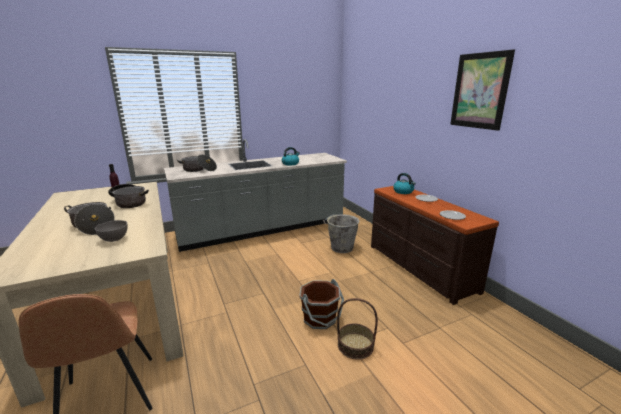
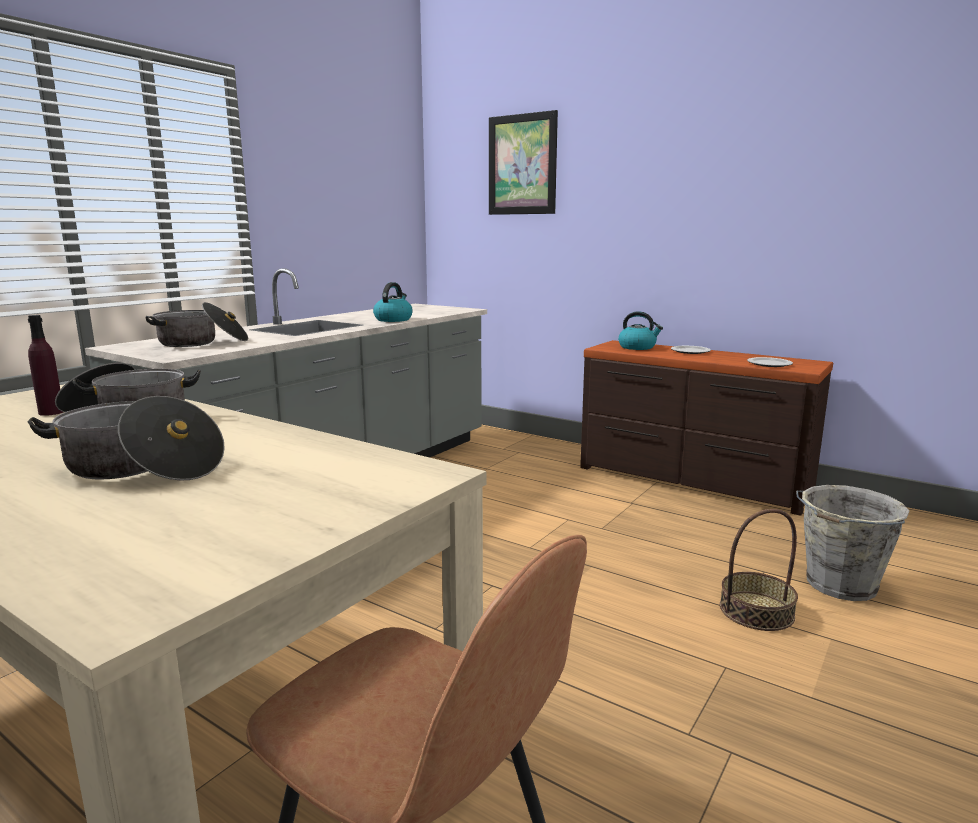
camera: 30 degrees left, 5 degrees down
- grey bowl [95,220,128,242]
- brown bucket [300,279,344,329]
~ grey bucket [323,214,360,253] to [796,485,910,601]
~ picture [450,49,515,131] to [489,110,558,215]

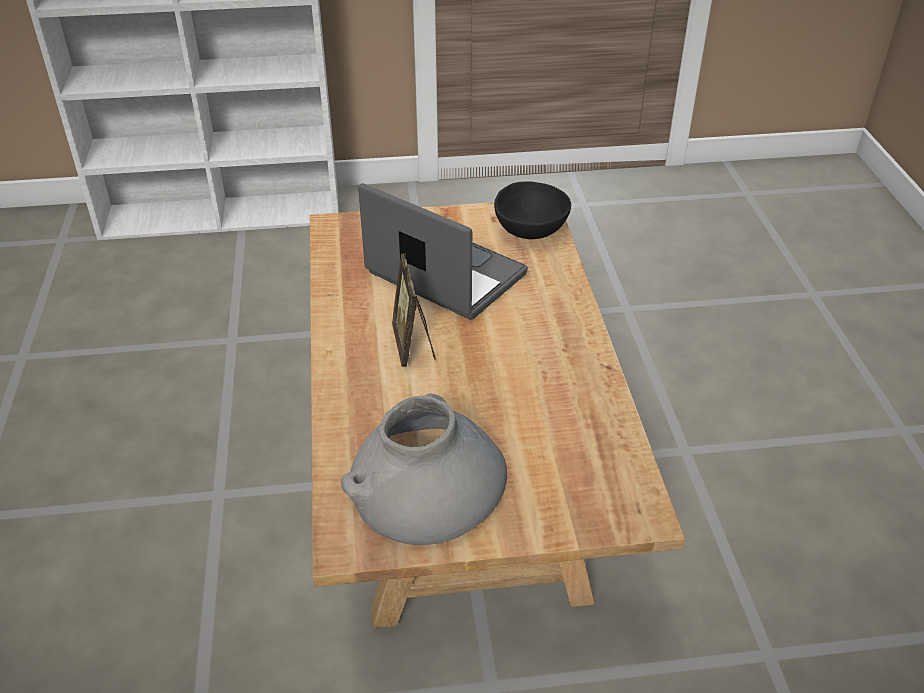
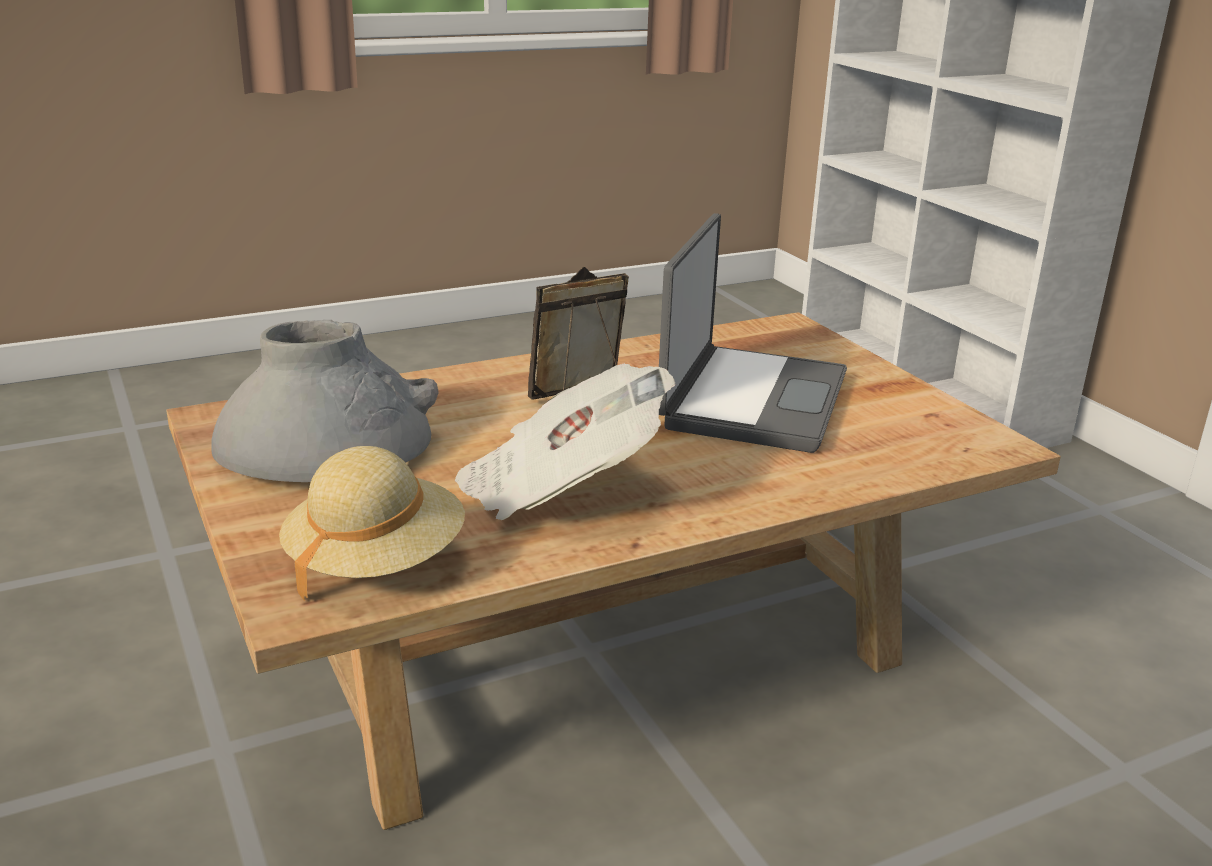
camera: 70 degrees right, 15 degrees down
- black bowl [494,181,571,239]
+ beige hat [279,446,465,601]
+ newspaper [455,363,675,520]

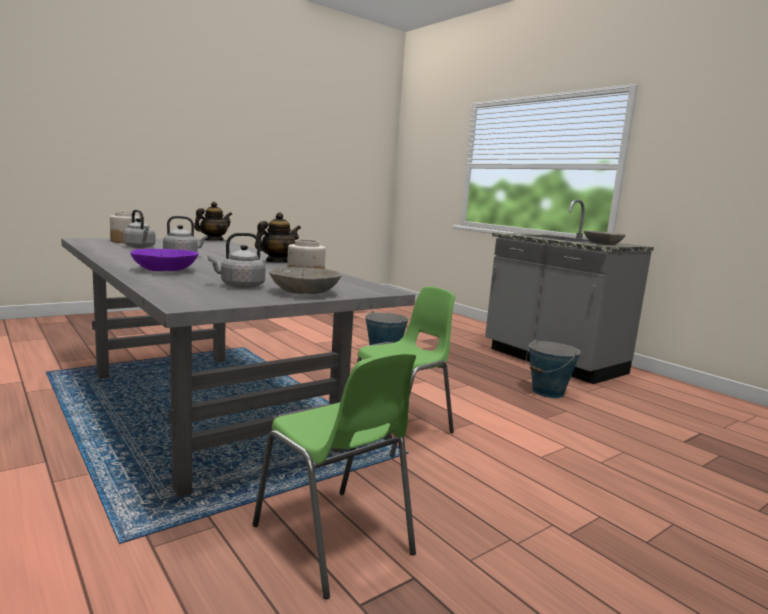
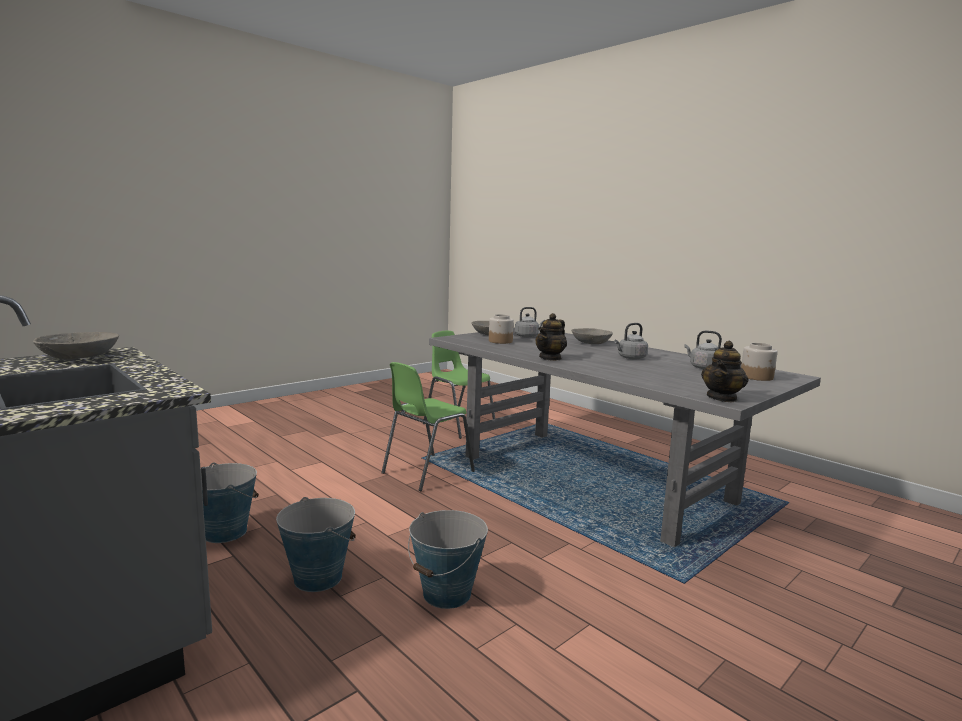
camera: 175 degrees right, 0 degrees up
+ bucket [276,497,356,592]
~ purple bowl [130,249,199,271] to grey bowl [571,328,613,344]

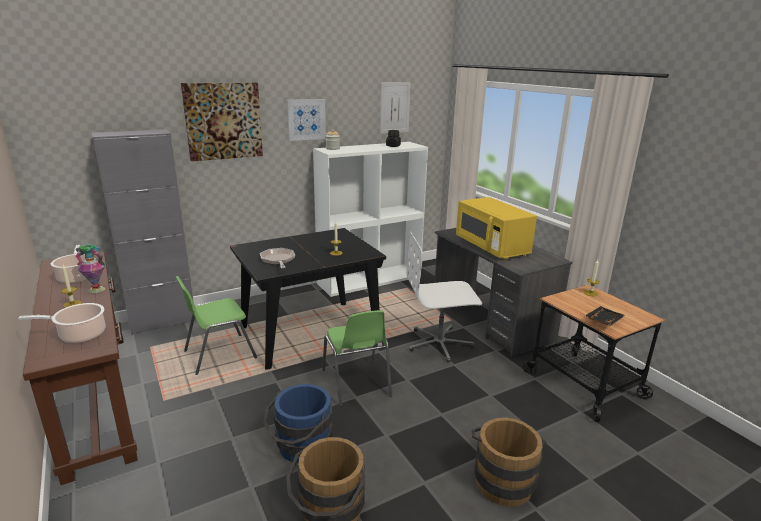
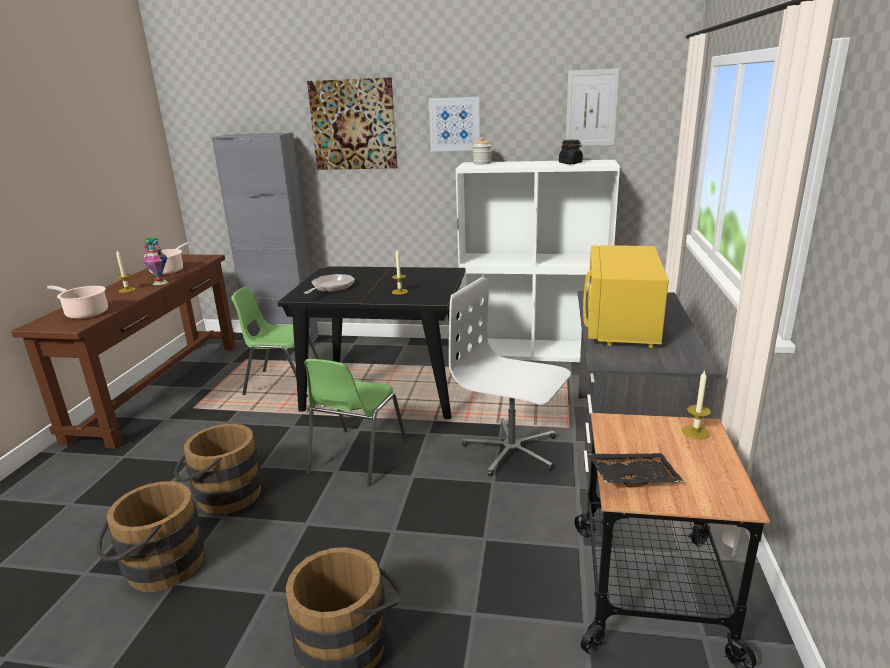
camera: 40 degrees right, 0 degrees up
~ blue bucket [263,384,333,463] to brown bucket [174,424,262,515]

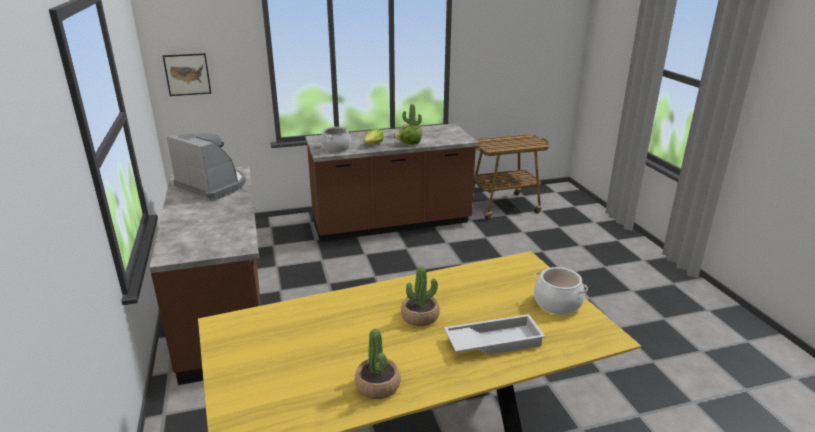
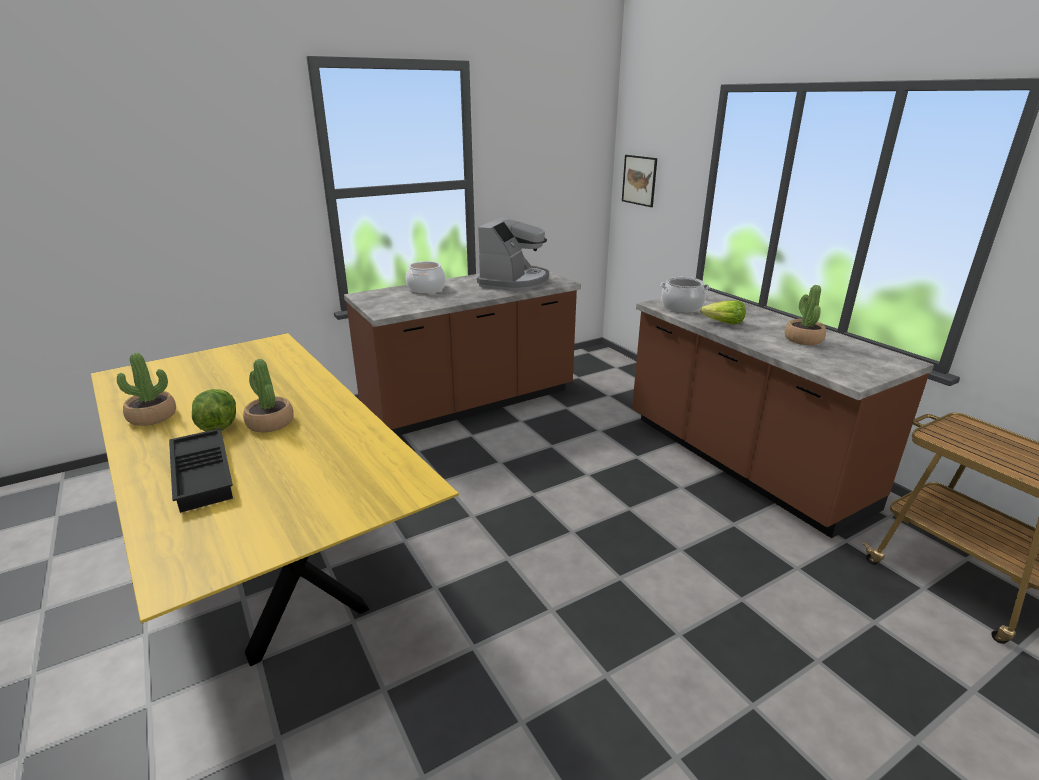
camera: 75 degrees right, 0 degrees up
~ lettuce [393,125,422,145] to [192,389,236,431]
~ cooking pot [534,267,588,315] to [406,261,446,293]
~ white tray [444,314,545,355] to black tray [169,428,233,513]

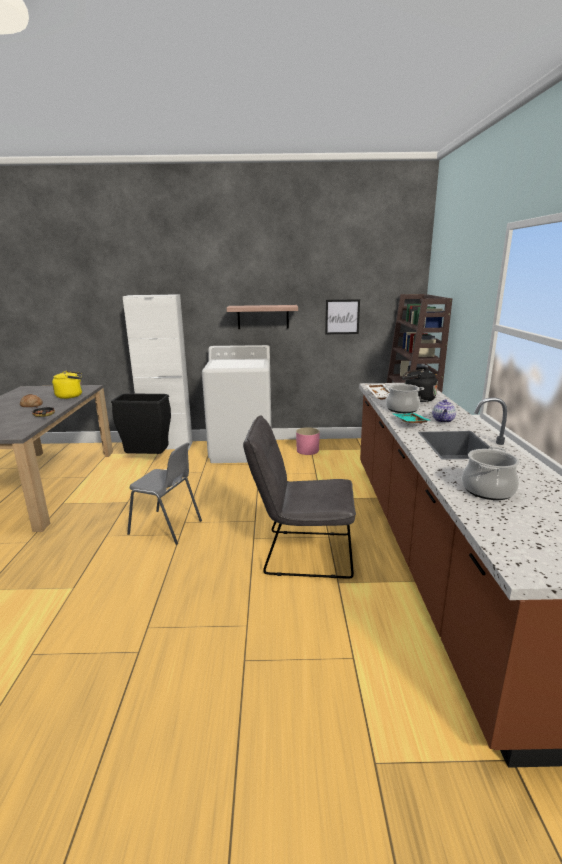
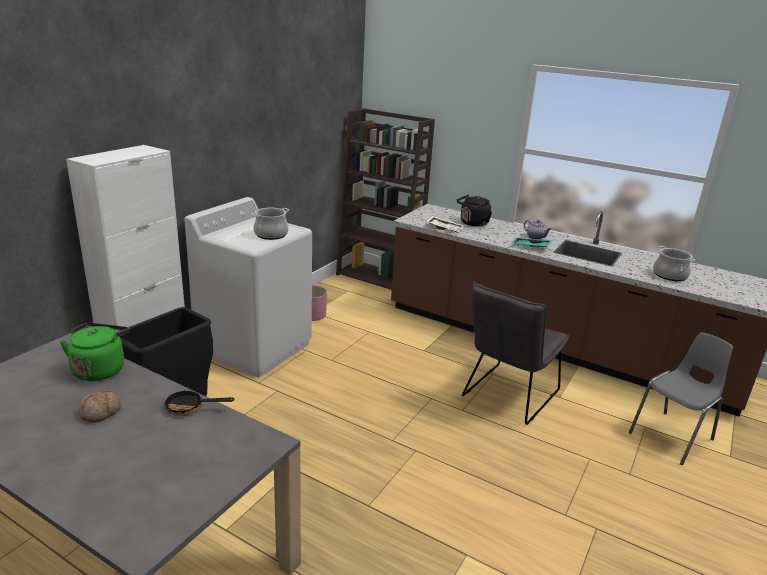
camera: 60 degrees left, 5 degrees up
- shelf [227,305,298,329]
- picture [325,299,360,334]
~ grey chair [127,442,202,545] to [629,332,733,465]
~ cooking pot [385,384,424,413] to [251,208,289,240]
~ yellow kettle [52,371,82,399] to green kettle [60,323,129,381]

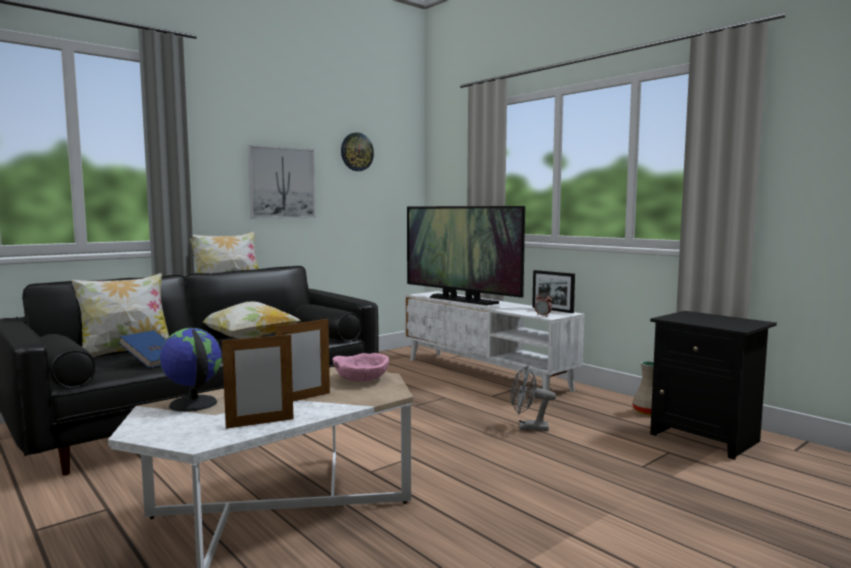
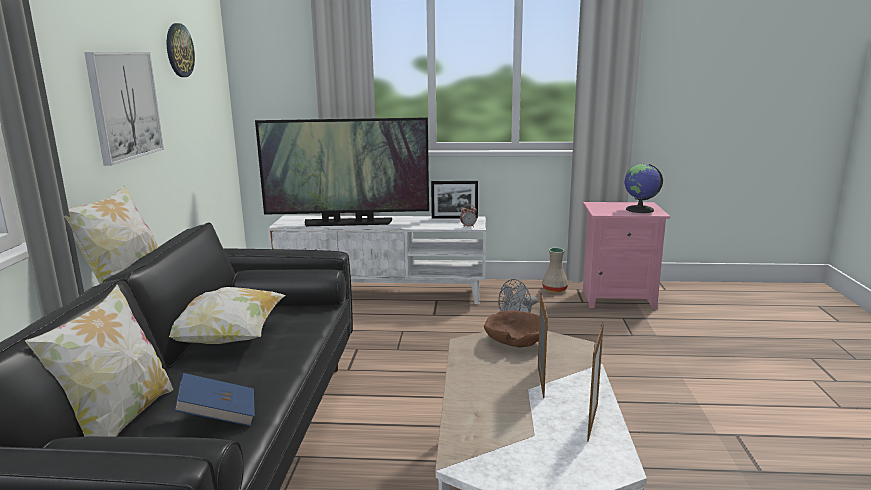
camera: 45 degrees left, 10 degrees up
~ globe [159,328,222,412] to [624,164,663,213]
~ pink bowl [333,353,389,382] to brown bowl [484,310,548,347]
~ black nightstand [650,311,777,460] to pink nightstand [583,202,670,309]

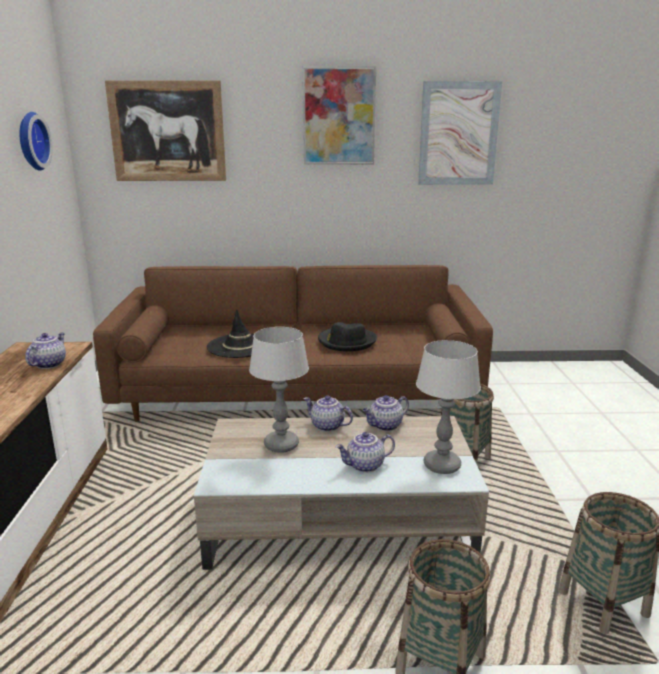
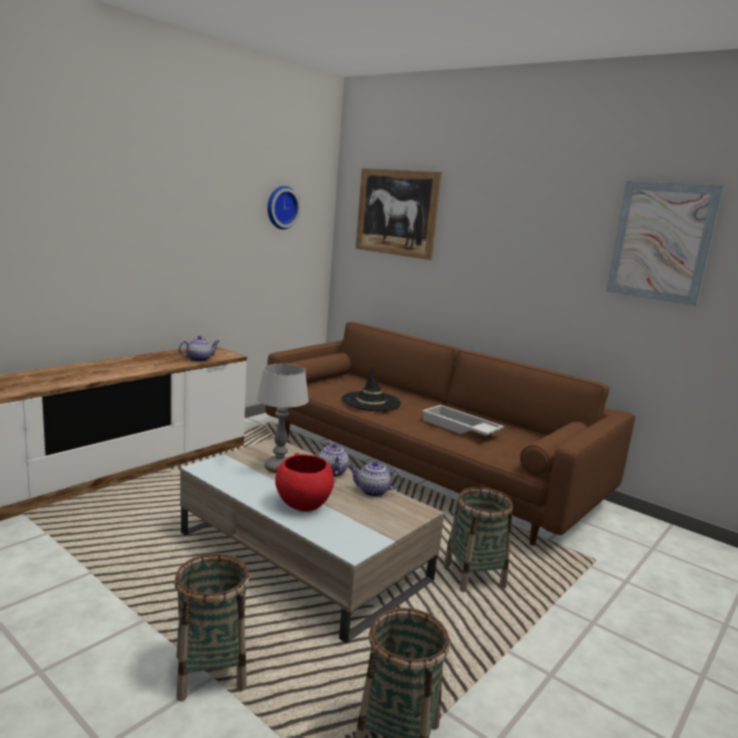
camera: 40 degrees right, 5 degrees down
- picture [303,66,376,165]
- table lamp [416,340,481,474]
~ black hat [318,322,377,352] to white tray [422,405,504,436]
~ teapot [335,432,395,473] to red bowl [275,453,334,512]

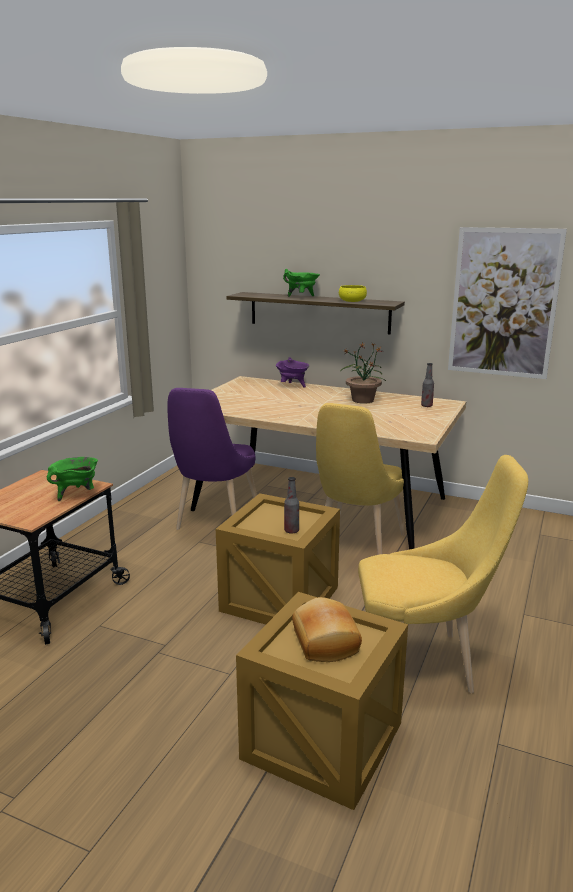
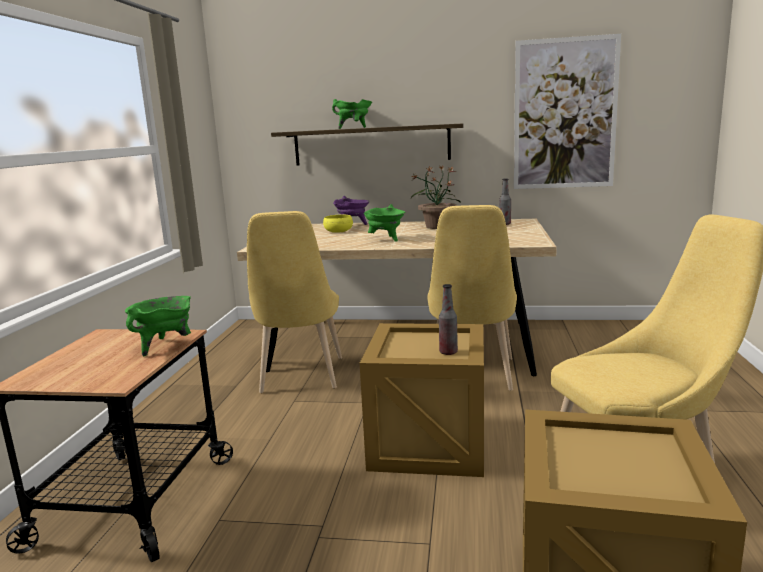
camera: 15 degrees left, 5 degrees down
- bread [292,597,362,662]
+ green cooking pot [363,204,405,242]
~ yellow bowl [339,285,367,302] to [323,215,353,233]
~ purple chair [168,388,257,530] to yellow chair [247,211,342,393]

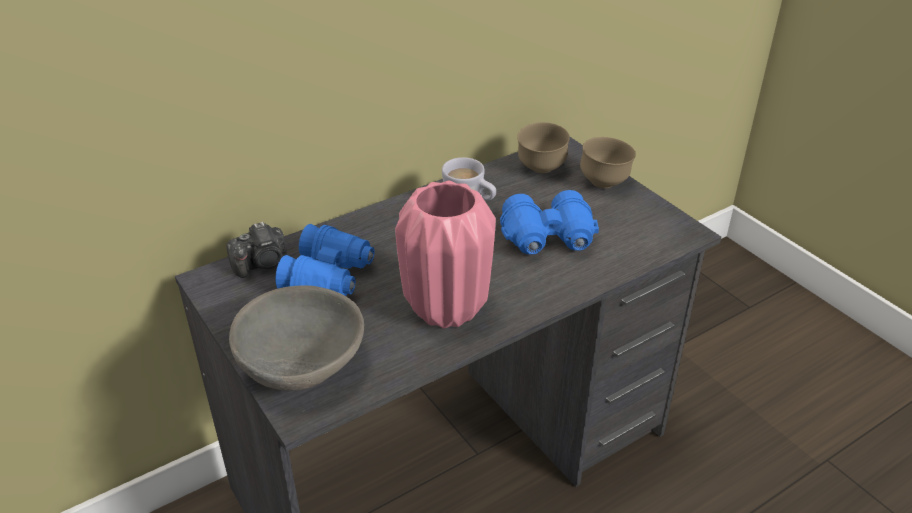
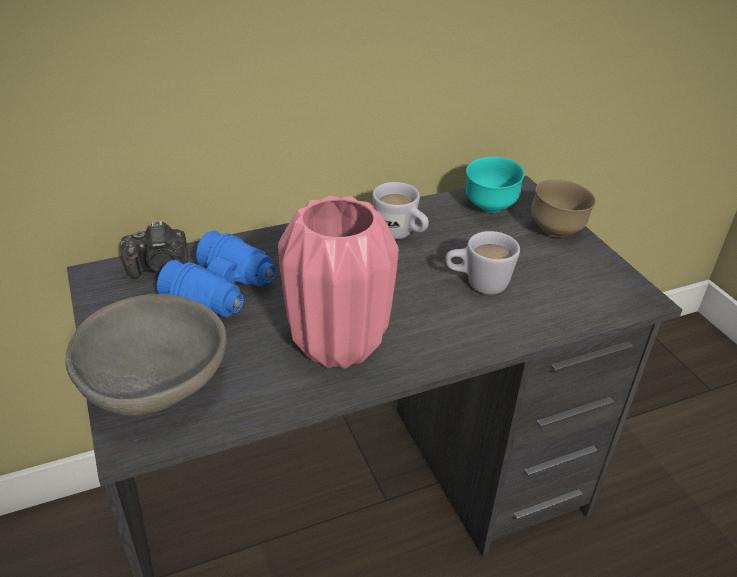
camera: 10 degrees right, 0 degrees up
~ blue binoculars [500,190,599,254] to white mug [446,231,520,295]
~ brown bowl [517,122,570,173] to turquoise bowl [466,157,524,213]

